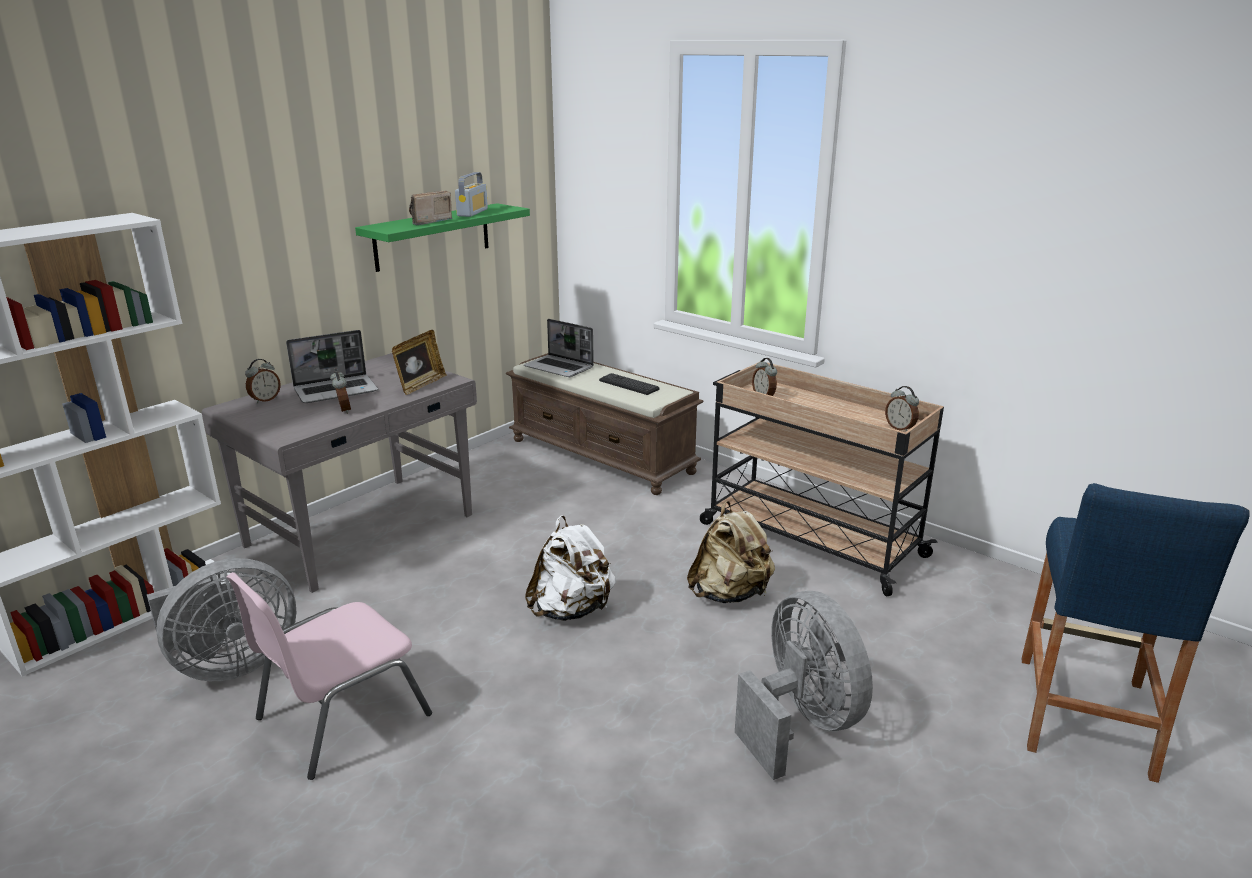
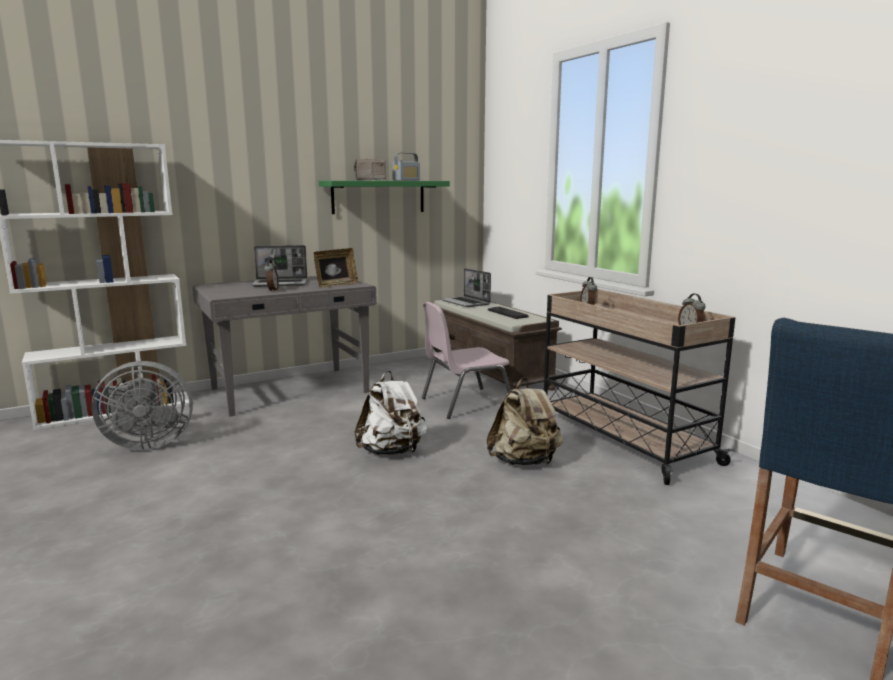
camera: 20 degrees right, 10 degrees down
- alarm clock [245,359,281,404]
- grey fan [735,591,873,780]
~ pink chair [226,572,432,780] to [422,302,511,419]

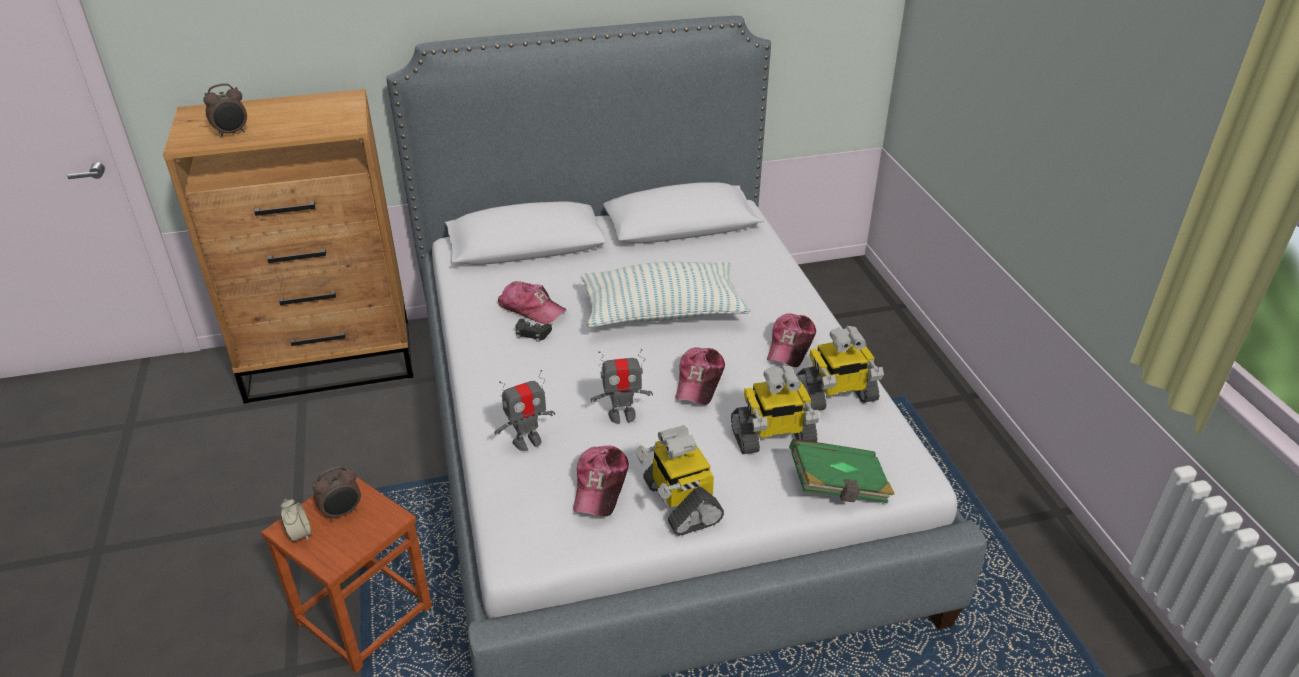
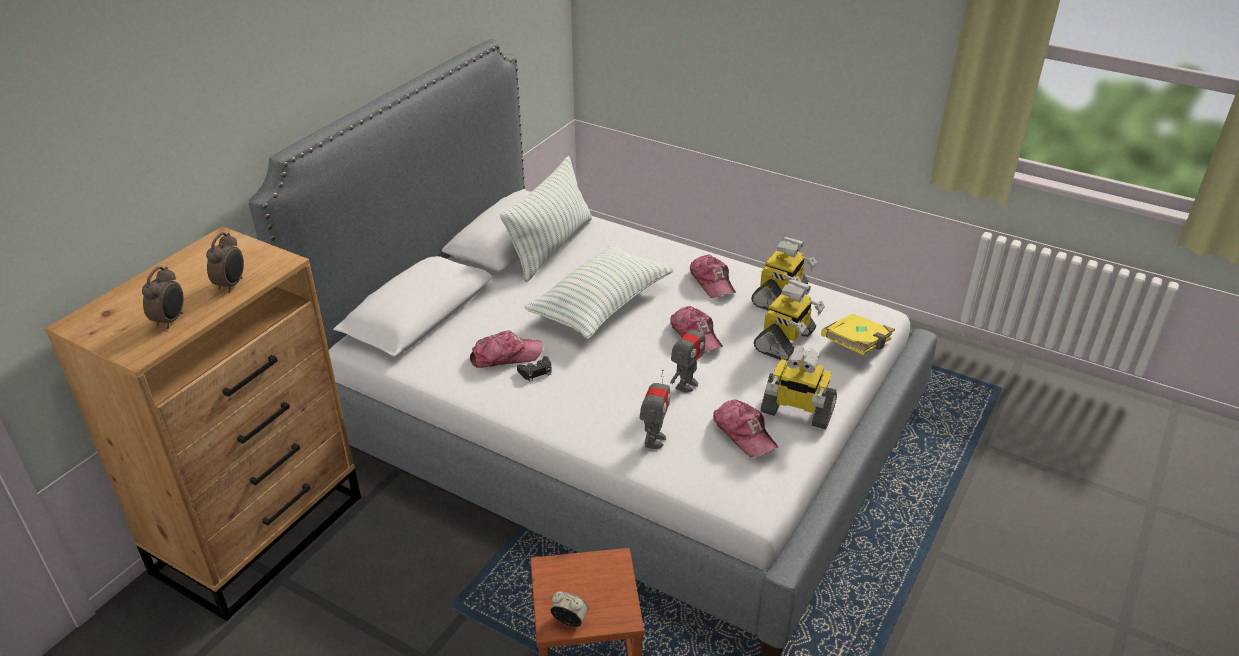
camera: 45 degrees left, 0 degrees up
+ pillow [500,156,592,282]
~ alarm clock [312,466,361,522] to [206,232,244,293]
~ green book [789,439,895,503] to yellow book [821,313,895,355]

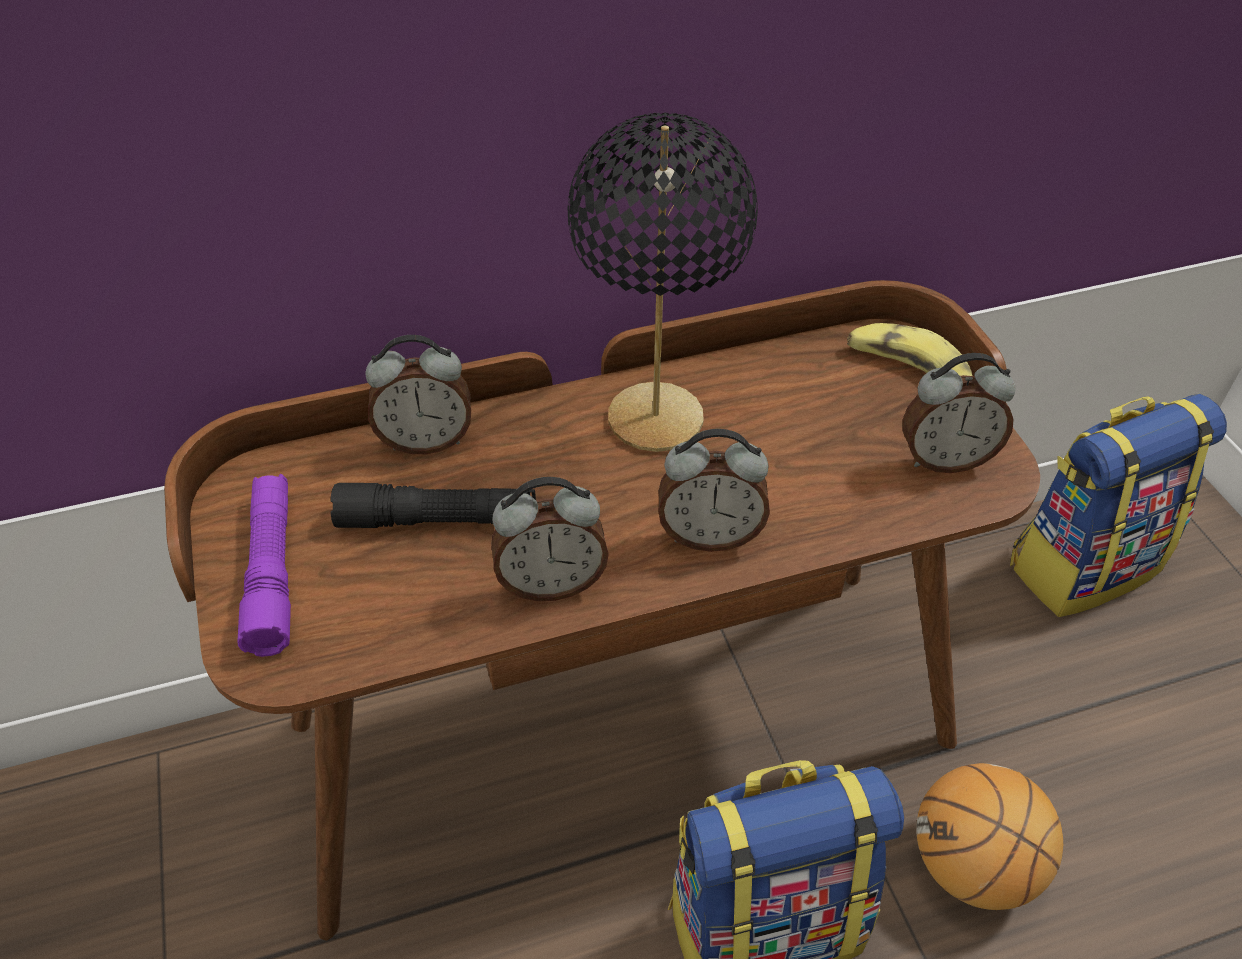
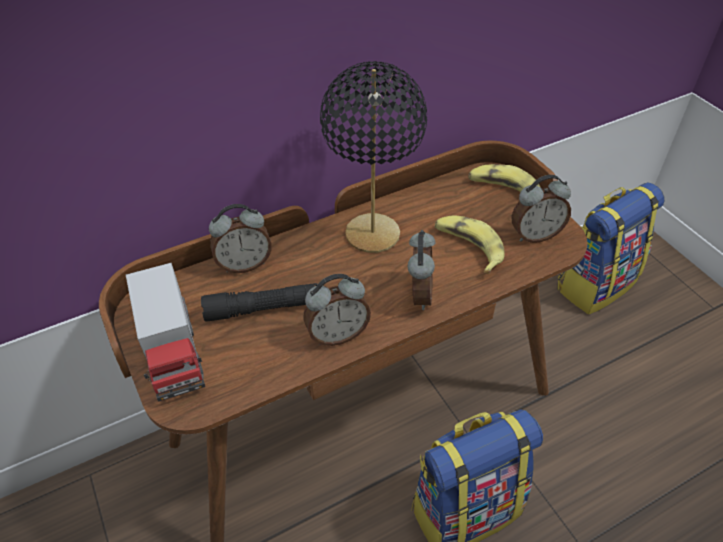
camera: 10 degrees left, 0 degrees up
- basketball [916,763,1063,910]
+ banana [434,215,505,274]
~ purple flashlight [237,474,291,657] to toy truck [126,263,205,402]
~ alarm clock [658,429,770,552] = [407,230,436,310] 75 degrees counterclockwise

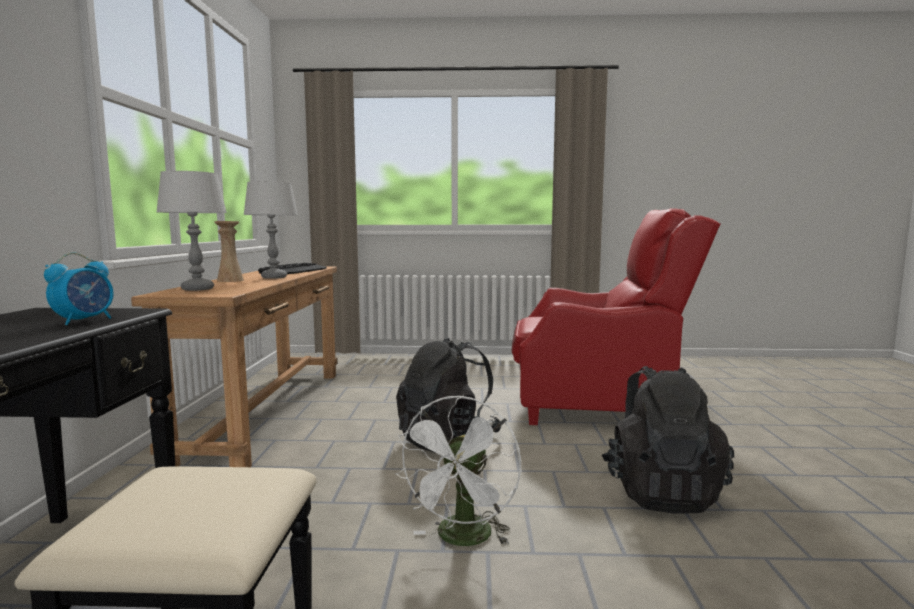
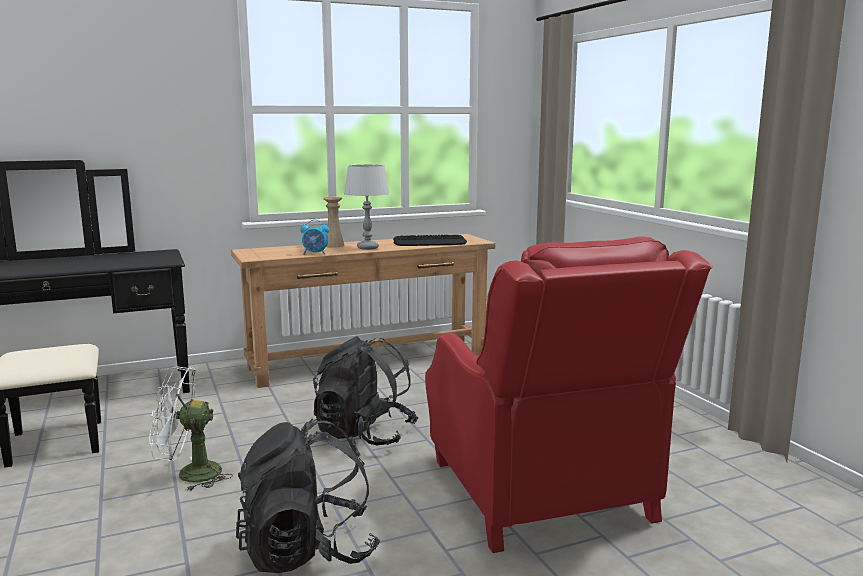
camera: 65 degrees right, 5 degrees up
- grey table lamp [156,171,227,291]
~ alarm clock [44,252,114,325] to [301,219,329,255]

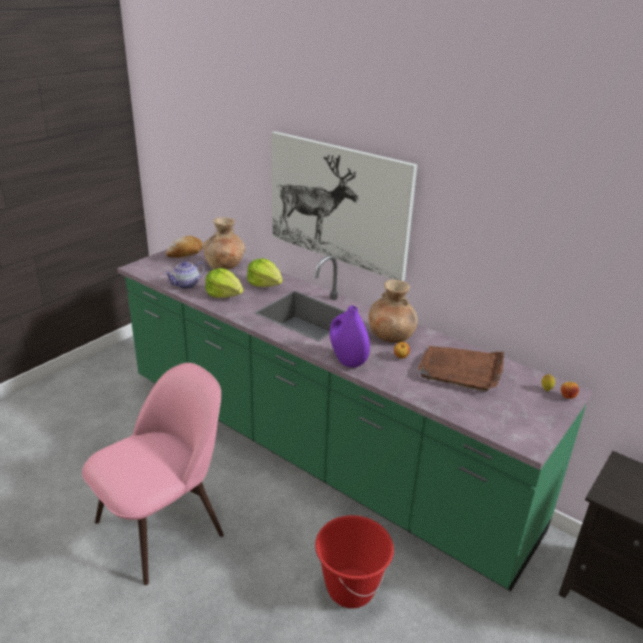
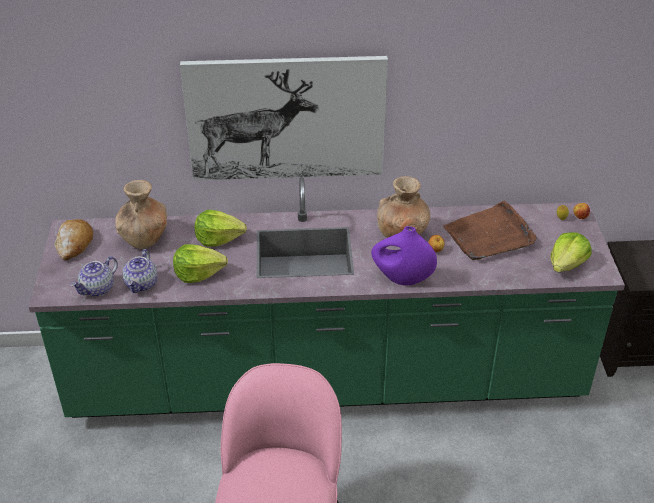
camera: 40 degrees left, 10 degrees up
- red bucket [315,515,394,608]
+ teapot [71,256,118,296]
+ lettuce [550,232,592,272]

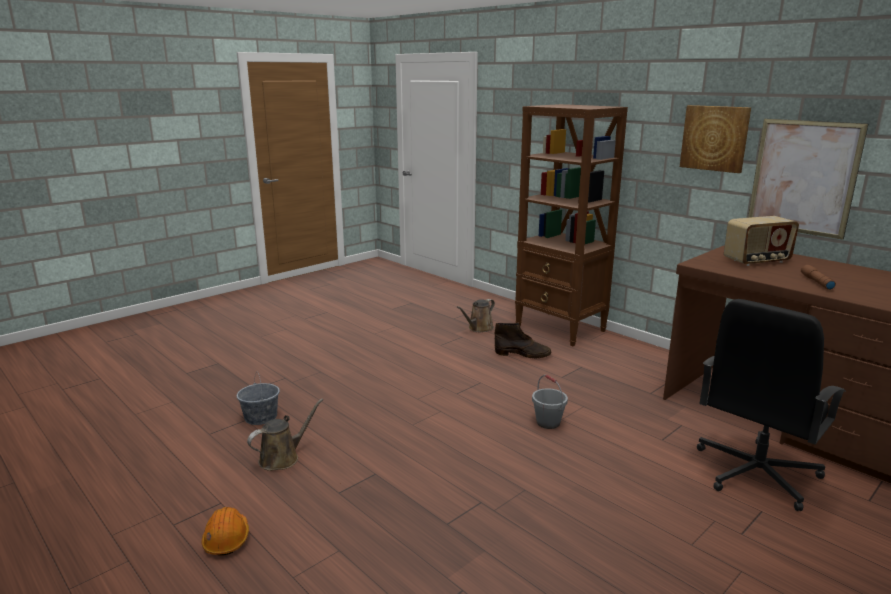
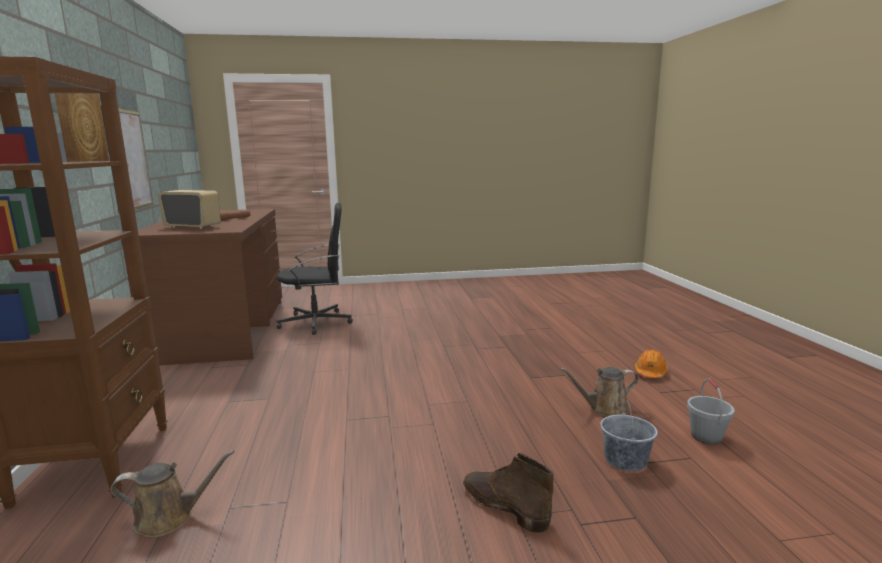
camera: 145 degrees left, 5 degrees down
~ brown boot [495,322,551,359] to [463,453,553,533]
~ grey bucket [532,375,568,429] to [687,378,734,445]

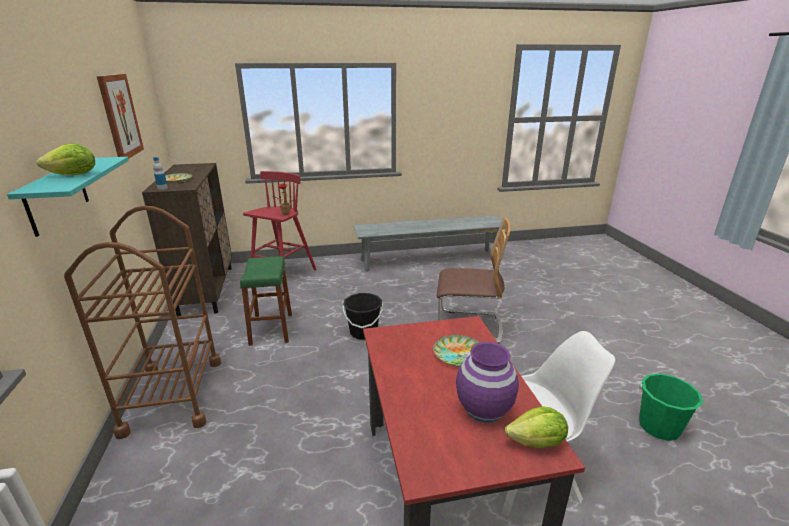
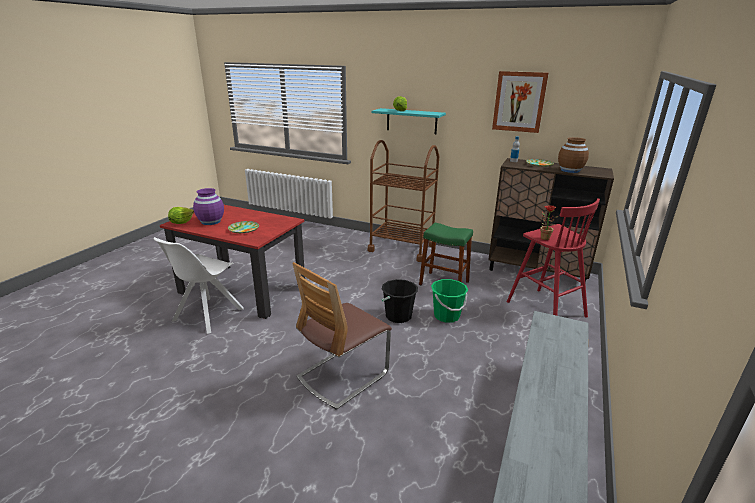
camera: 125 degrees right, 0 degrees up
+ brown vase [558,137,589,173]
~ green bucket [639,373,703,441] to [431,279,468,323]

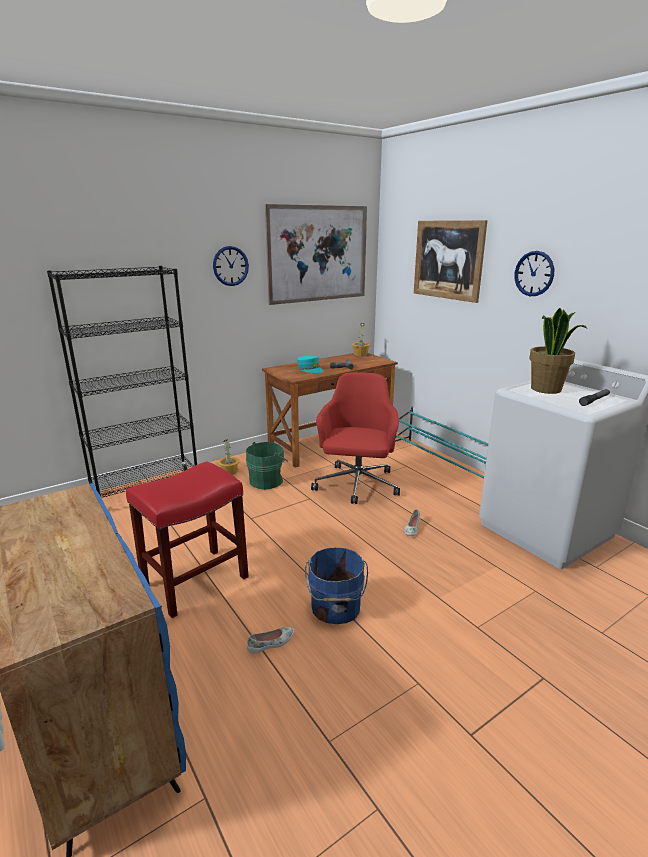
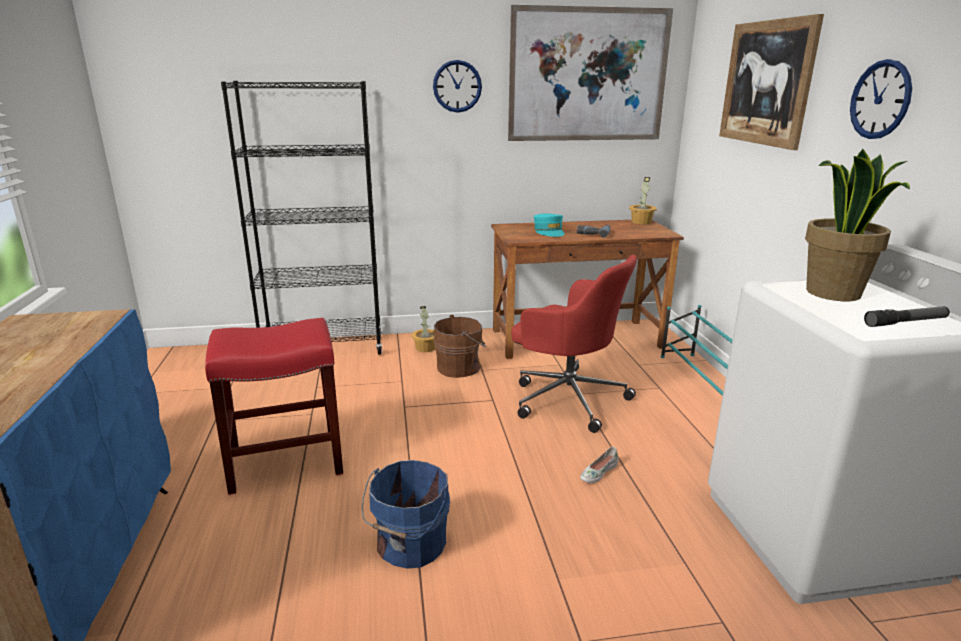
camera: 25 degrees right, 0 degrees up
- white shoe [247,627,294,654]
~ green bucket [246,442,288,490] to brown bucket [434,315,486,378]
~ red office chair [311,372,400,504] = [511,255,637,433] 90 degrees clockwise

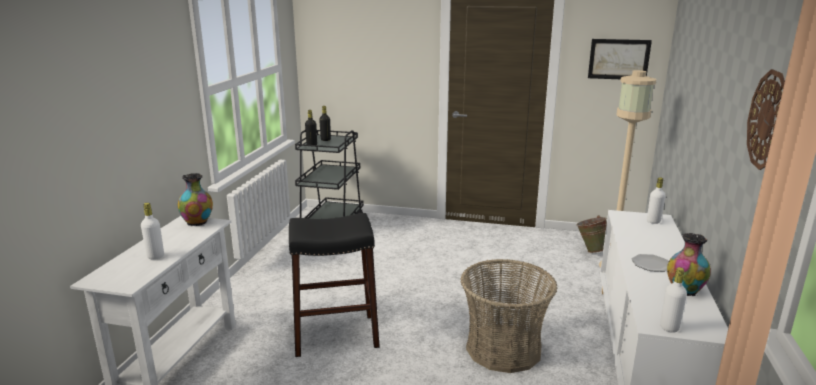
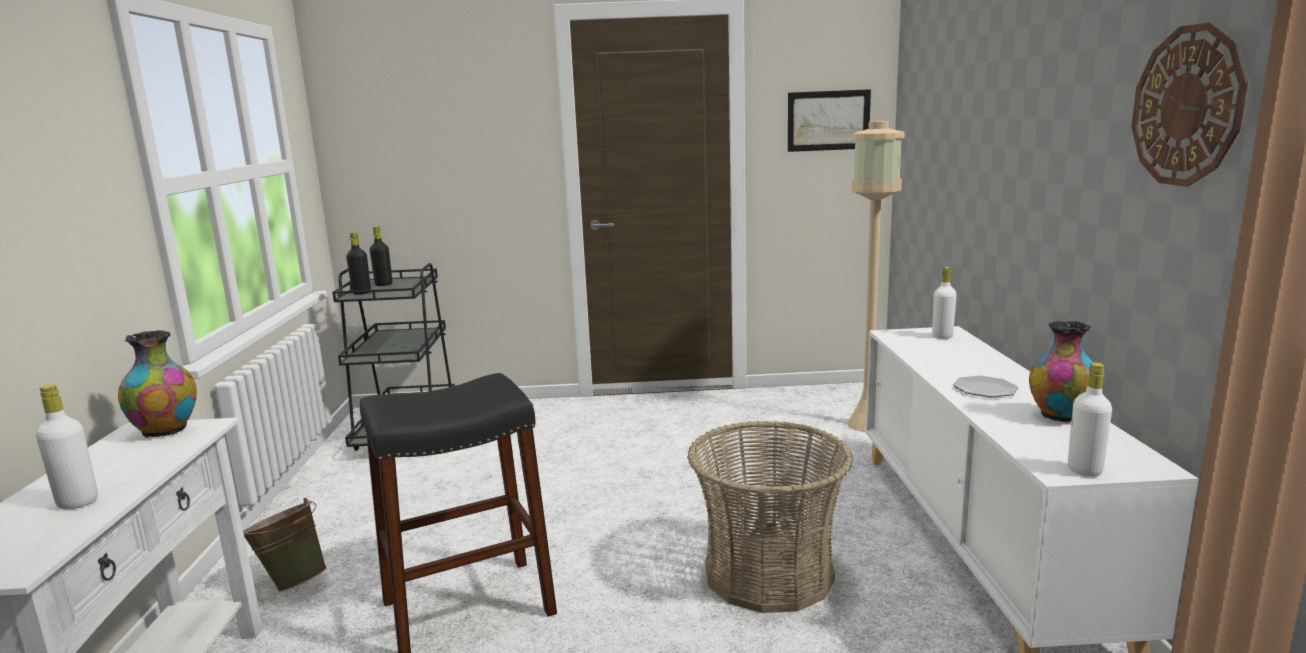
camera: 15 degrees left, 5 degrees down
~ green bucket [576,215,607,253] to [243,498,327,592]

